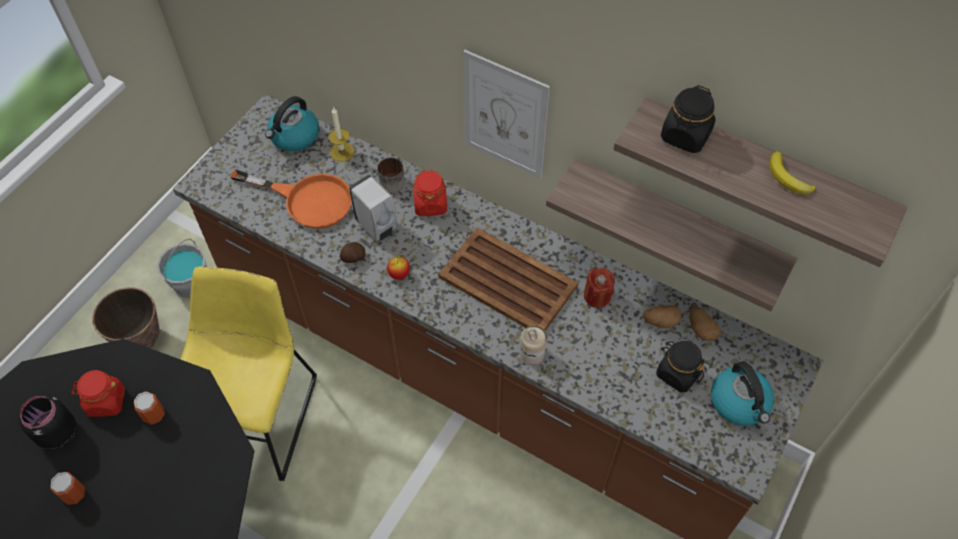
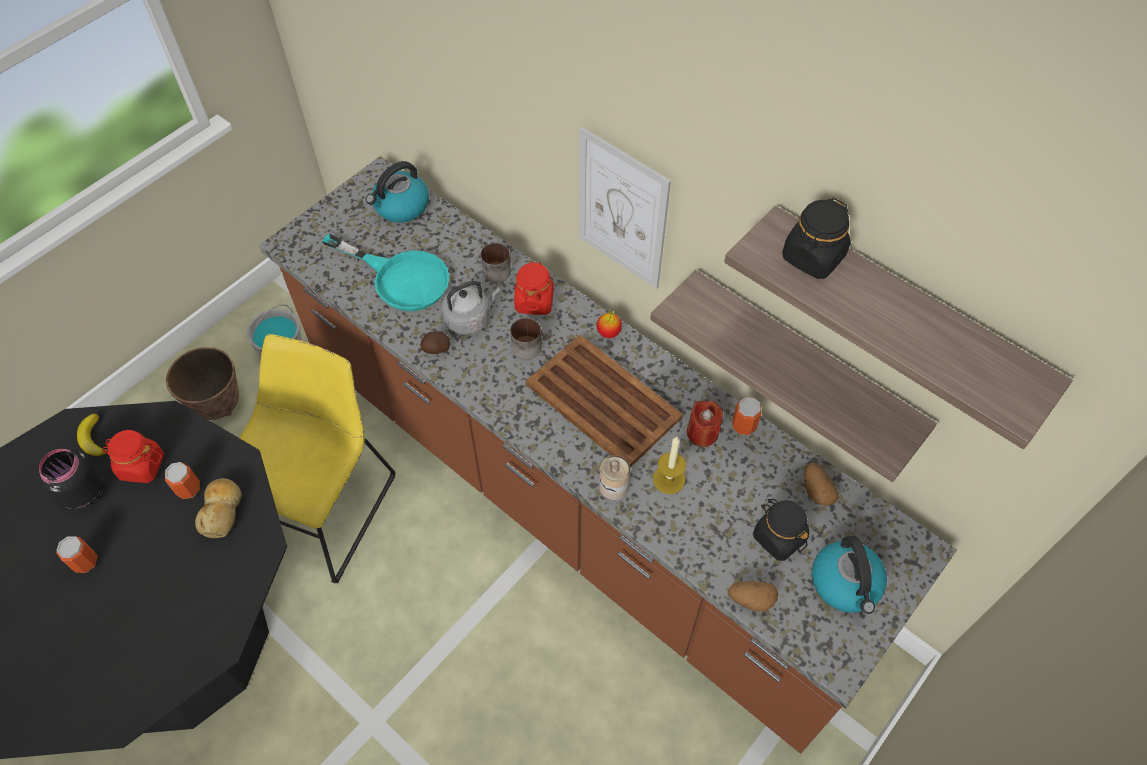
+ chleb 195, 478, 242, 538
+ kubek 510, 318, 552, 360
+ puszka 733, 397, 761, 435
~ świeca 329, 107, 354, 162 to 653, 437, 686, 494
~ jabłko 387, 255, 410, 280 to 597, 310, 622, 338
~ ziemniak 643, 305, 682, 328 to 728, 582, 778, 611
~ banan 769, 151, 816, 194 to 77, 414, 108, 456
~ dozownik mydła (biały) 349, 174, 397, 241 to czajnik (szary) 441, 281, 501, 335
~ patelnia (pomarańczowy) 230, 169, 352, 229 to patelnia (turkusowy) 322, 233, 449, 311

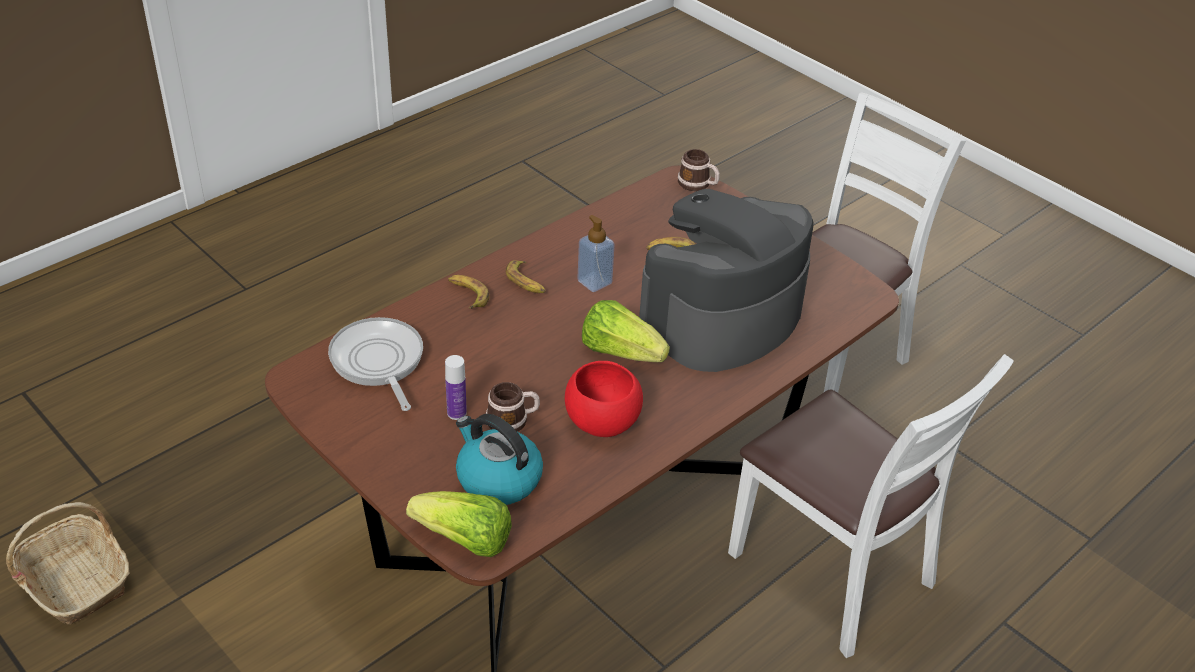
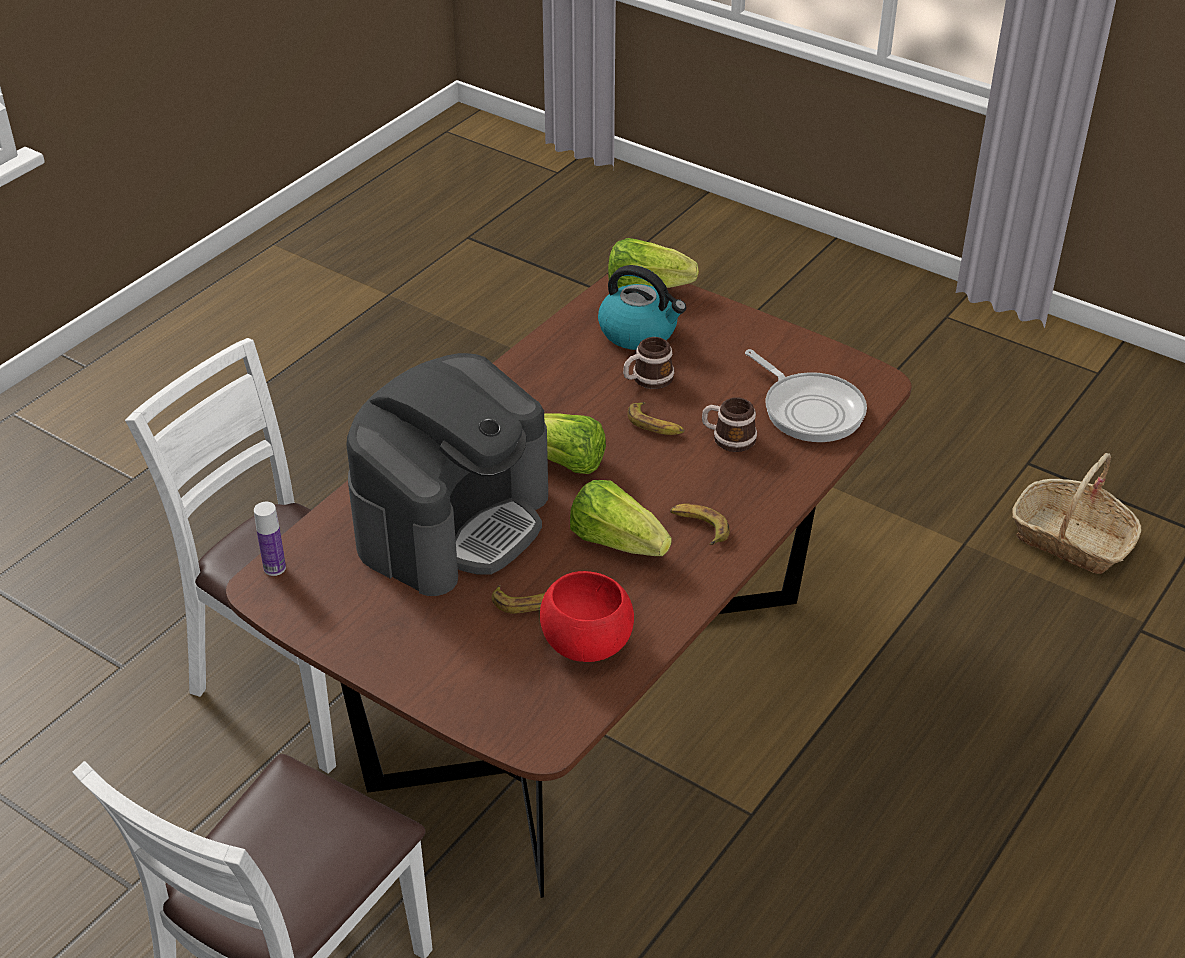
~ butelka 445, 355, 467, 420 to 254, 502, 286, 576
~ banan 448, 275, 490, 309 to 628, 402, 685, 435
~ miska (czerwony) 565, 361, 643, 437 to 540, 571, 634, 662
~ kubek 678, 149, 720, 191 to 702, 397, 757, 452
~ dozownik mydła 577, 215, 615, 292 to sałata 570, 480, 671, 556

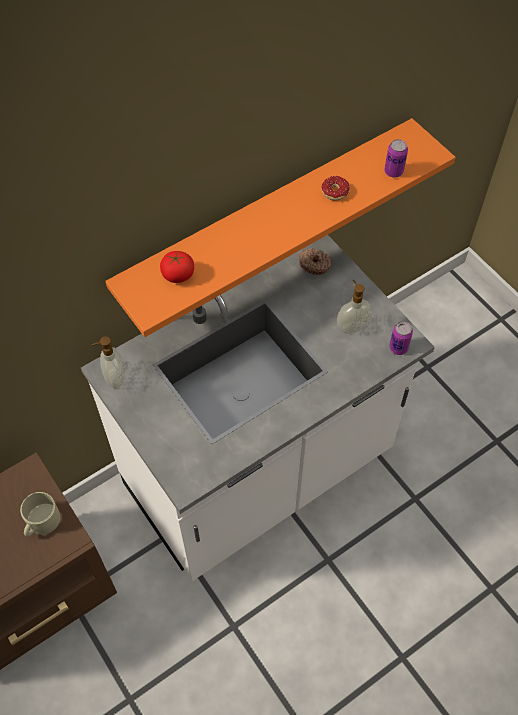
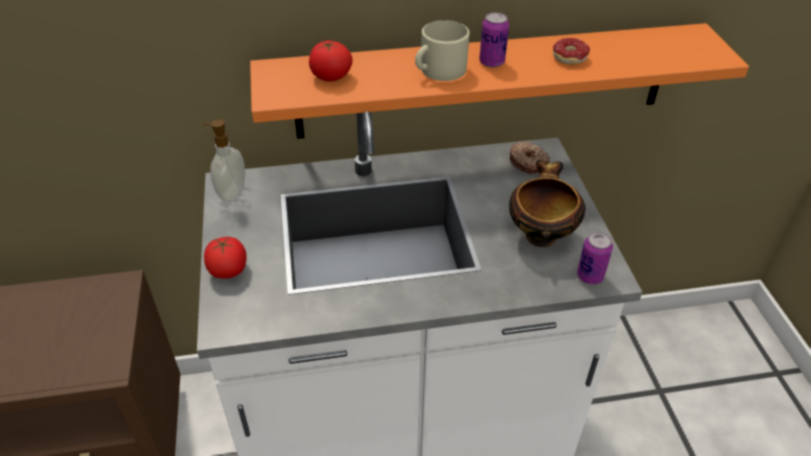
+ pomidor 204, 236, 246, 279
~ kubek (beżowy) 20, 492, 60, 537 to 415, 20, 469, 81
~ puszka 384, 139, 408, 178 to 479, 12, 509, 68
~ dozownik mydła 337, 280, 372, 334 to miska 509, 160, 586, 247

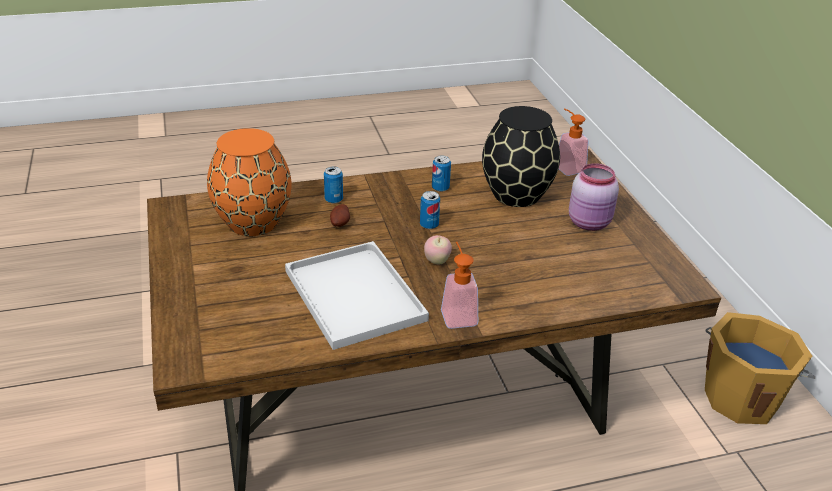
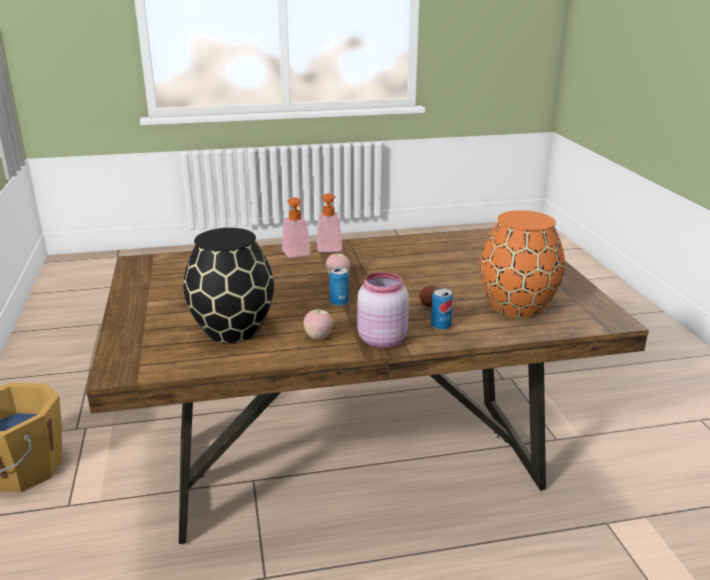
- taca (biały) 285, 241, 429, 350
~ dozownik mydła 559, 108, 588, 176 to 282, 198, 311, 258
~ słoik (różowy) 569, 163, 619, 231 to 357, 272, 409, 348
~ puszka 432, 156, 451, 192 to jabłko 303, 309, 332, 339

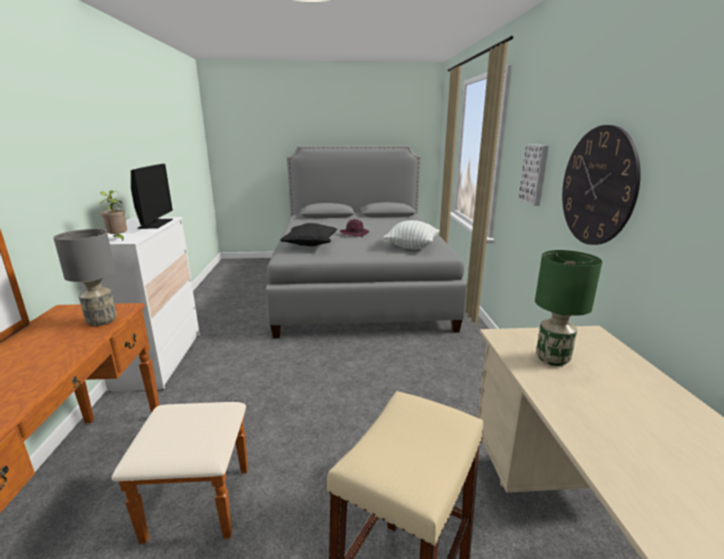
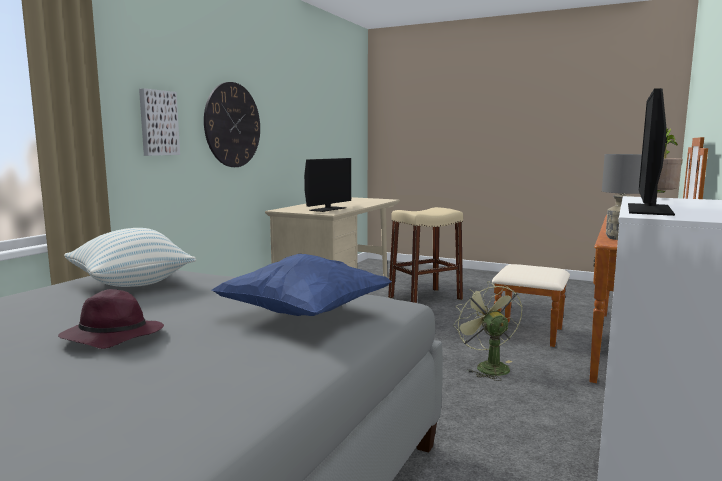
+ wentylator (zielony) 453, 281, 523, 381
~ lampa stołowa (zielony) 535, 250, 602, 366 to monitor 304, 158, 351, 212
~ poduszka (czarny) 280, 223, 338, 246 to poduszka (niebieski) 211, 254, 392, 316

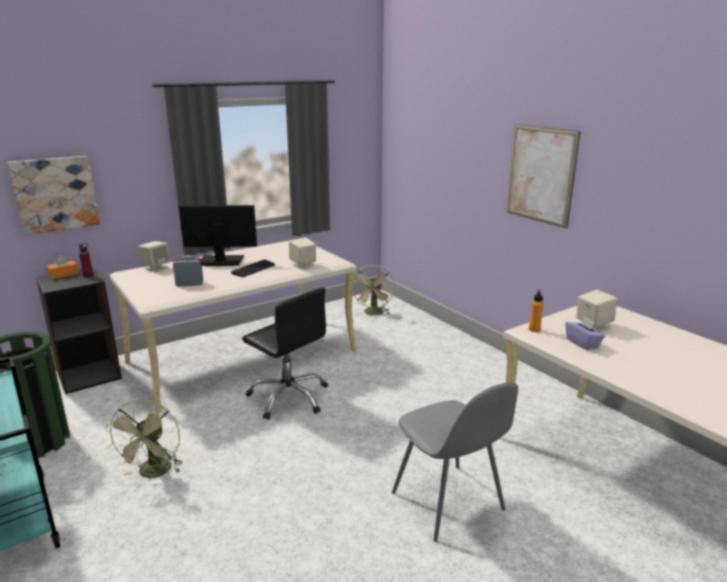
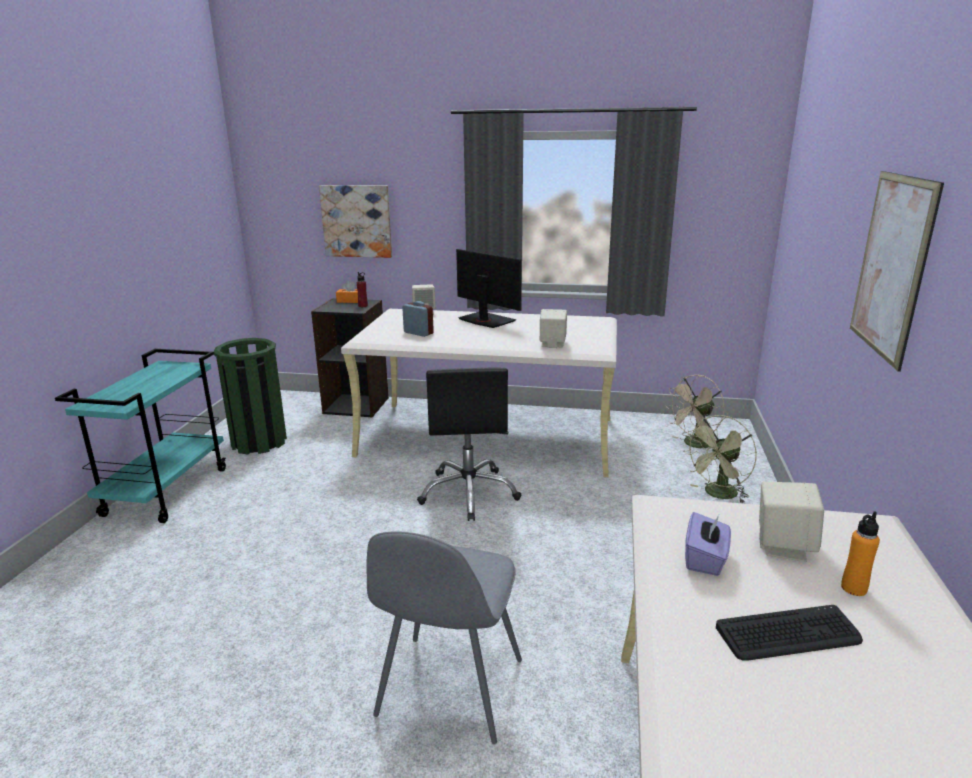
~ wentylator (zielony) 105, 400, 183, 478 to 684, 415, 757, 504
~ klawiatura 231, 259, 275, 277 to 716, 605, 863, 661
~ butelka (pomarańczowy) 529, 290, 544, 332 to 841, 511, 880, 596

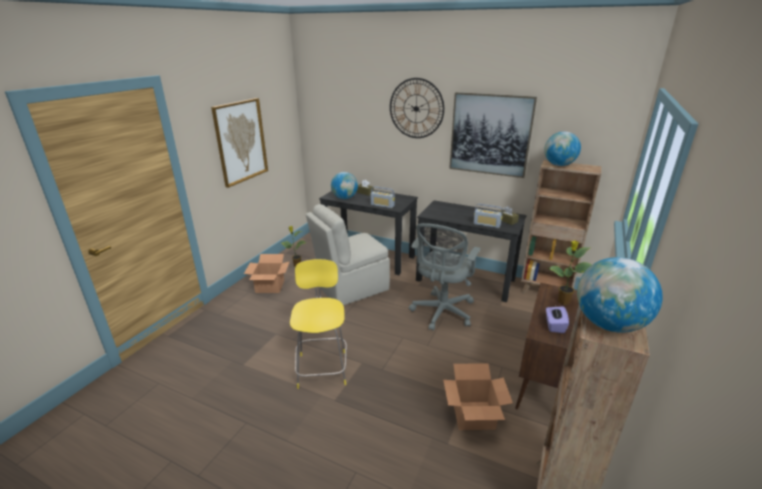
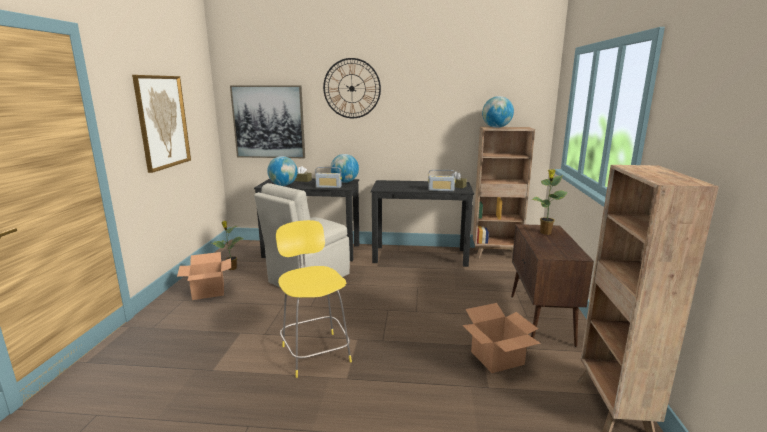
- krzesło biurowe (szary) 409, 223, 481, 331
- pudełko chusteczek (fioletowy) 546, 305, 569, 333
~ obraz 449, 92, 537, 178 to 230, 85, 305, 158
~ globus 577, 257, 663, 333 to 330, 154, 359, 183

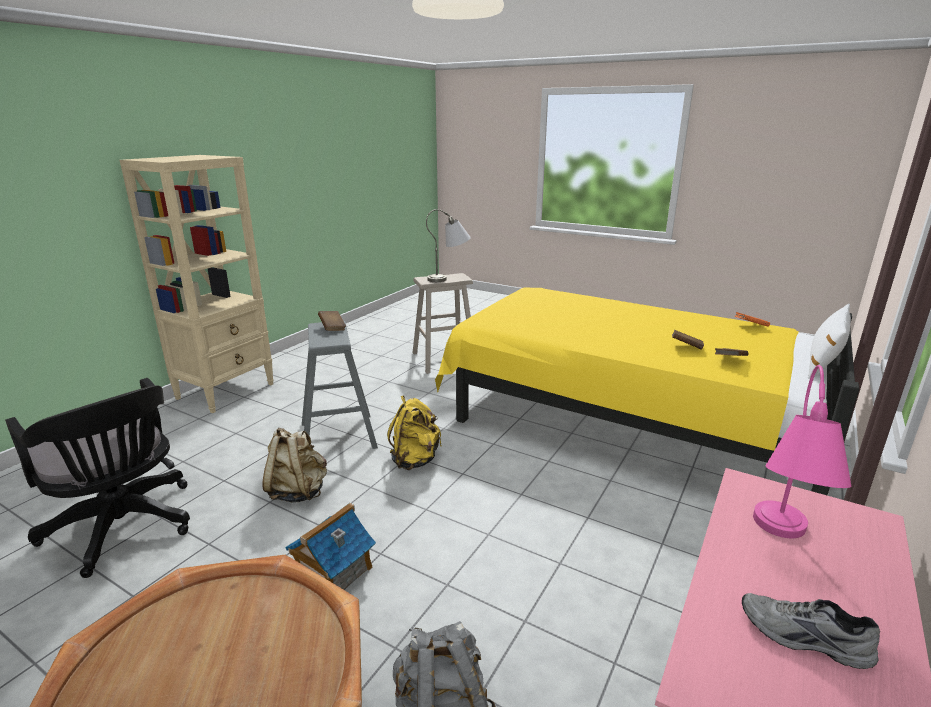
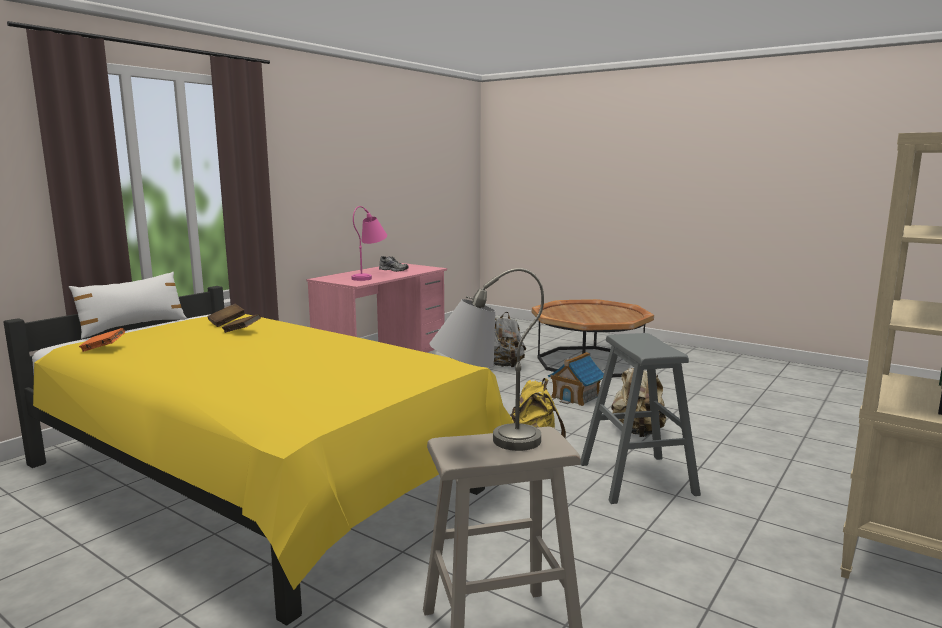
- krzesło biurowe (czarny) 5, 378, 190, 578
- książka (brązowy) 318, 311, 346, 331

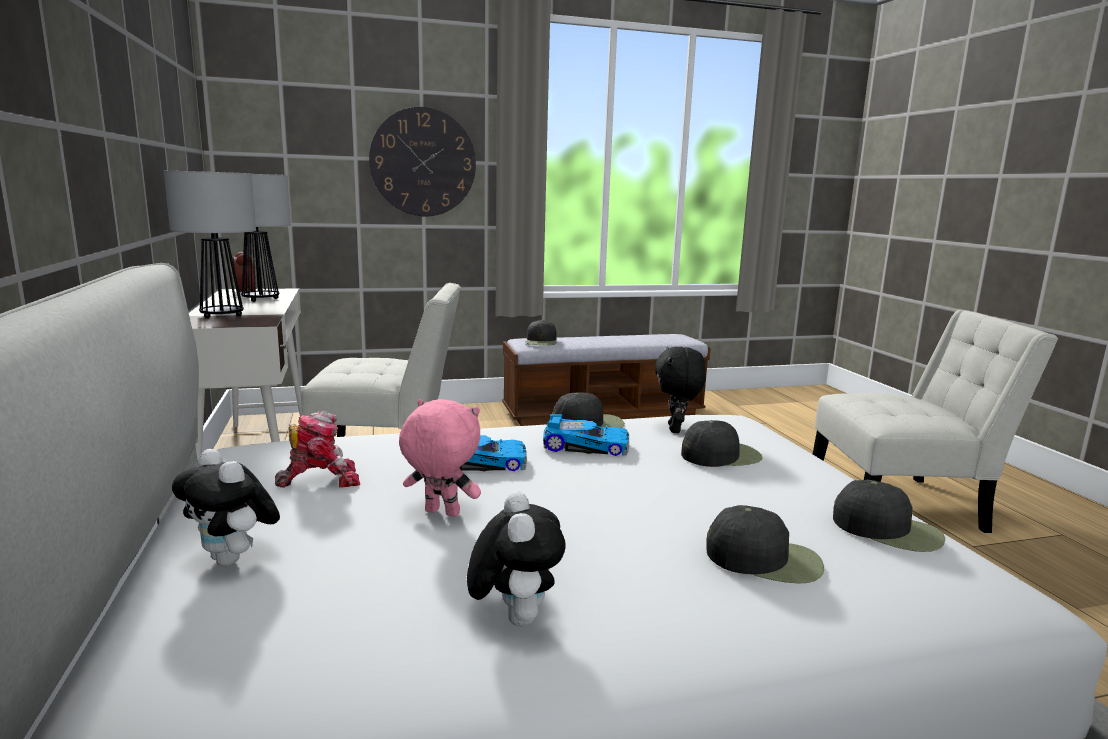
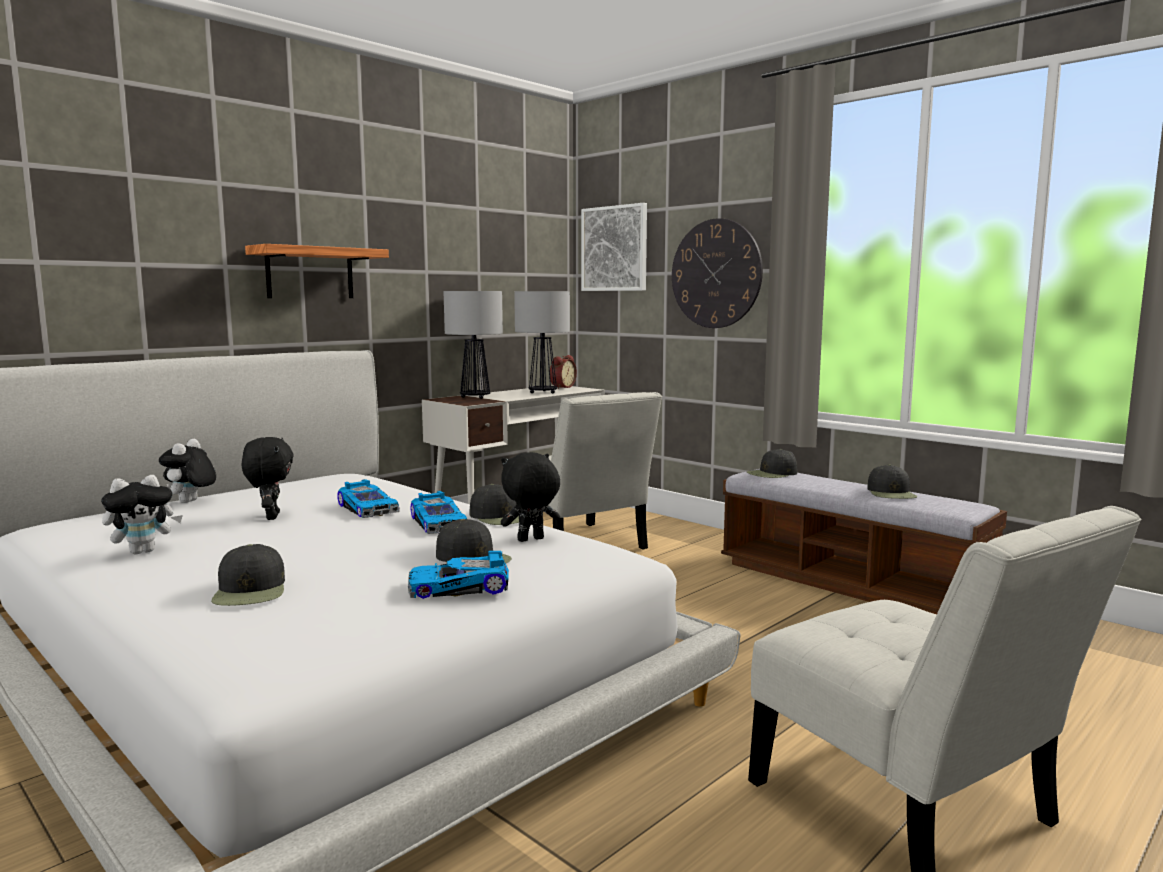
- robot zabawkowy 275, 411, 360, 488
+ półka 245, 244, 389, 298
+ samochodzik 408, 551, 509, 599
+ obraz 581, 203, 647, 291
~ czapka z daszkiem (czarny) 833, 480, 945, 552 to 867, 465, 917, 499
~ pluszak (różowy) 399, 399, 481, 517 to pluszak (czarny) 242, 437, 294, 520

